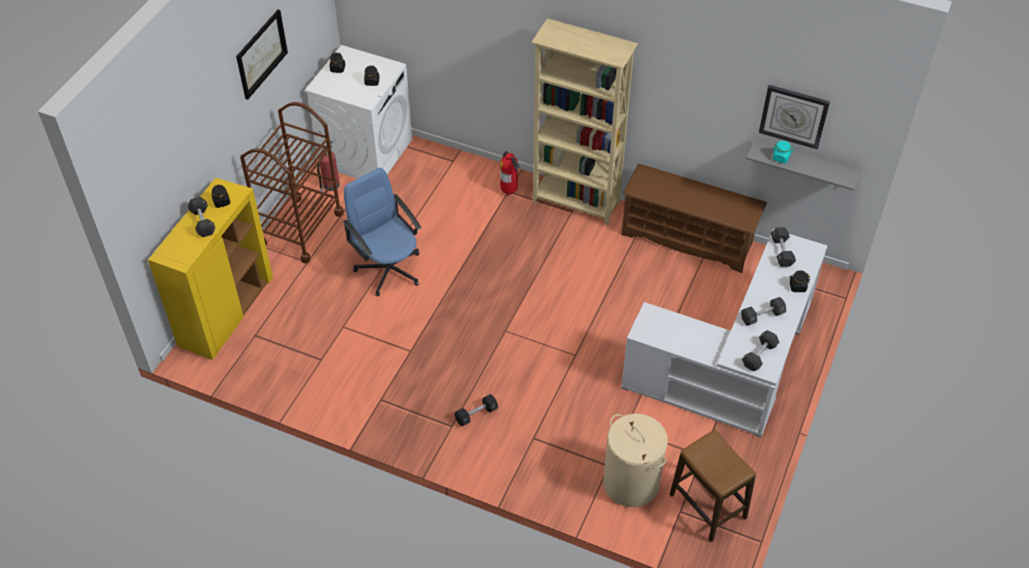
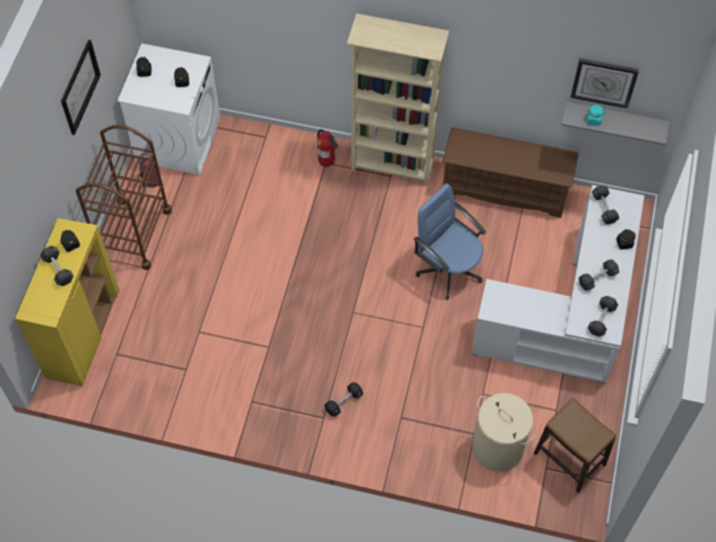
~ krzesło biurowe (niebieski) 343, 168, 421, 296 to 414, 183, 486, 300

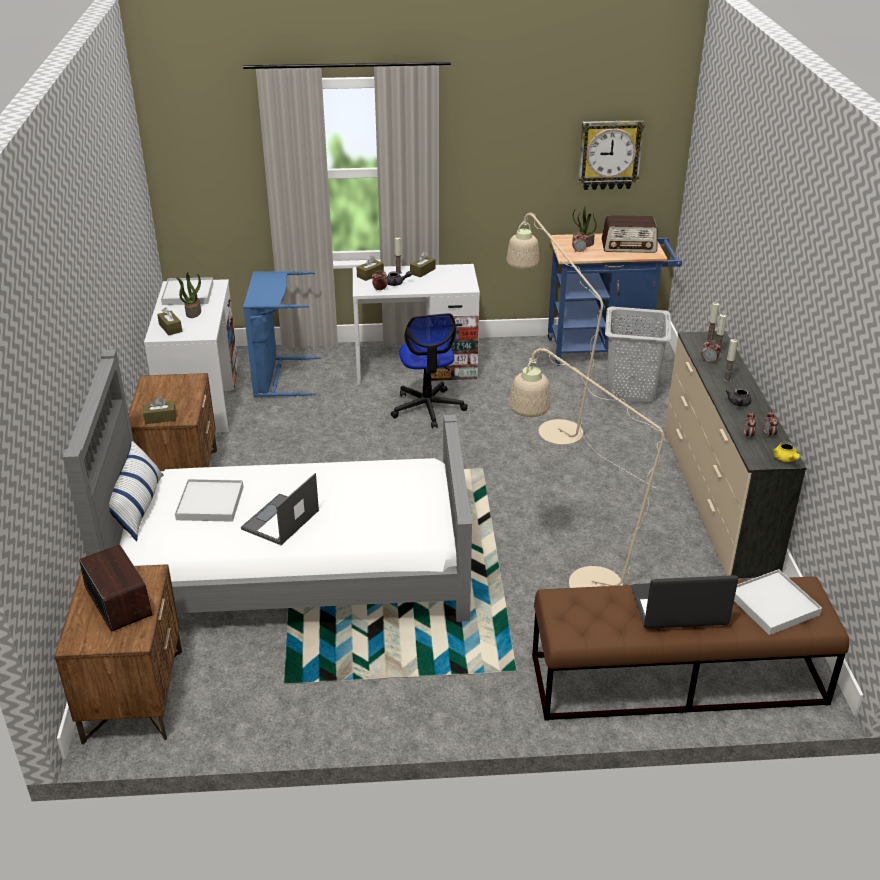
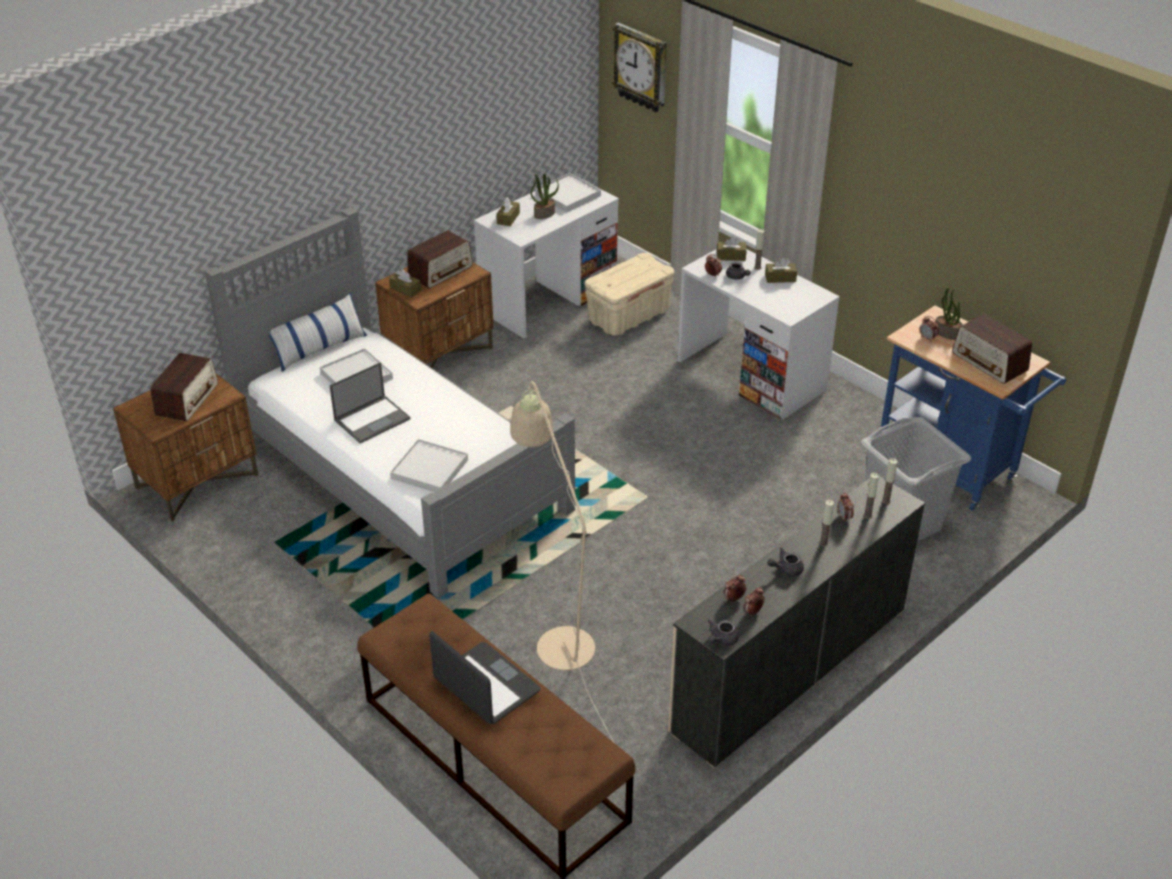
- krzesło biurowe 391, 313, 468, 428
- lampa stojąca (beżowy) 507, 212, 655, 488
+ radio 407, 230, 473, 288
~ zegar ścienny 578, 120, 645, 190 to 612, 23, 667, 112
~ taca (biały) 734, 569, 822, 635 to 390, 439, 468, 492
~ kosz na pranie (niebieski) 243, 271, 321, 396 to pojemnik do przechowywania (beżowy) 585, 253, 674, 336
~ imbryk (żółty) 773, 442, 800, 462 to imbryk (szary) 708, 619, 739, 646
~ laptop 241, 473, 319, 545 = 329, 362, 411, 443 150 degrees clockwise

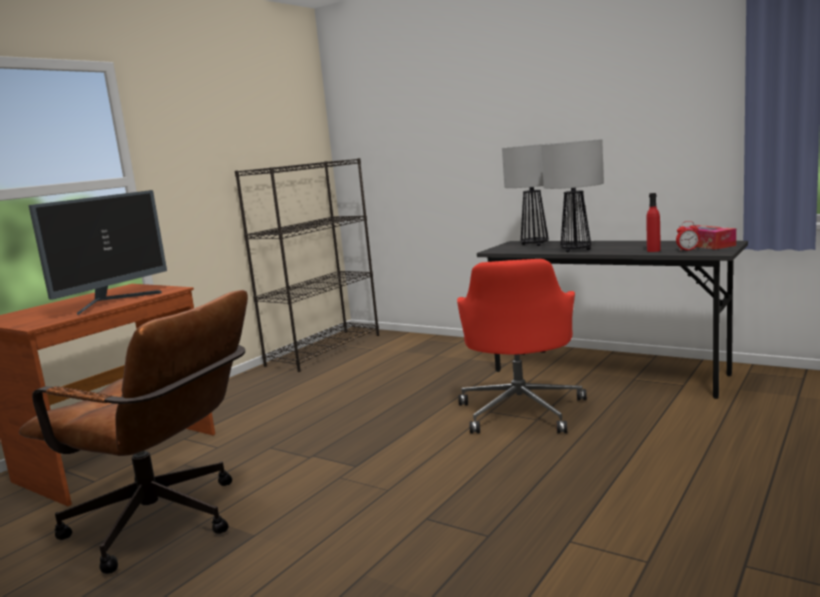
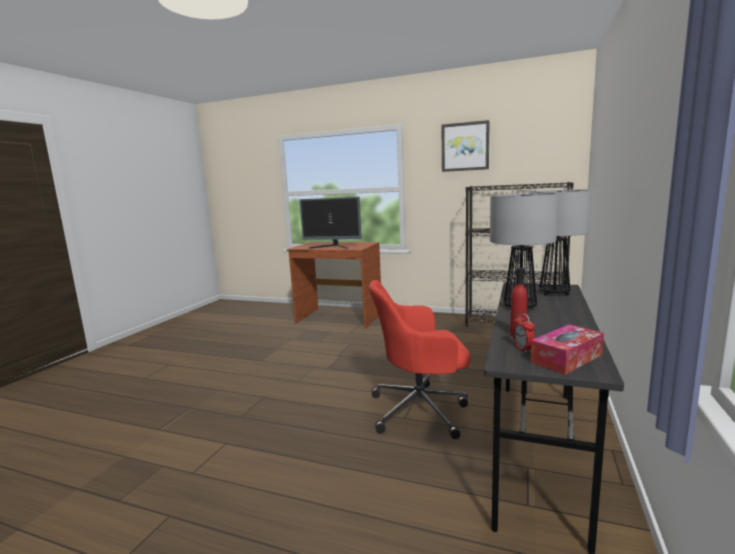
- krzesło biurowe (brązowy) 19, 290, 248, 574
+ obraz 441, 120, 490, 172

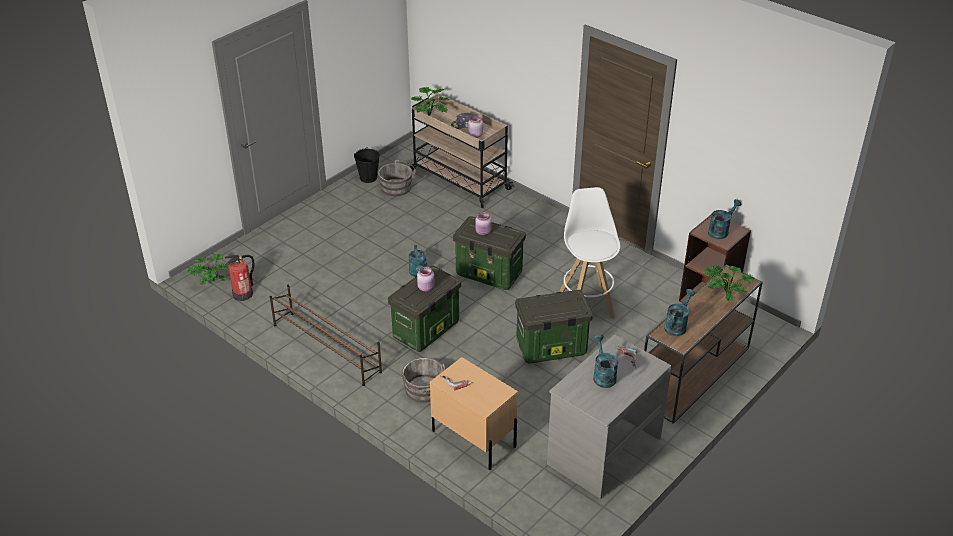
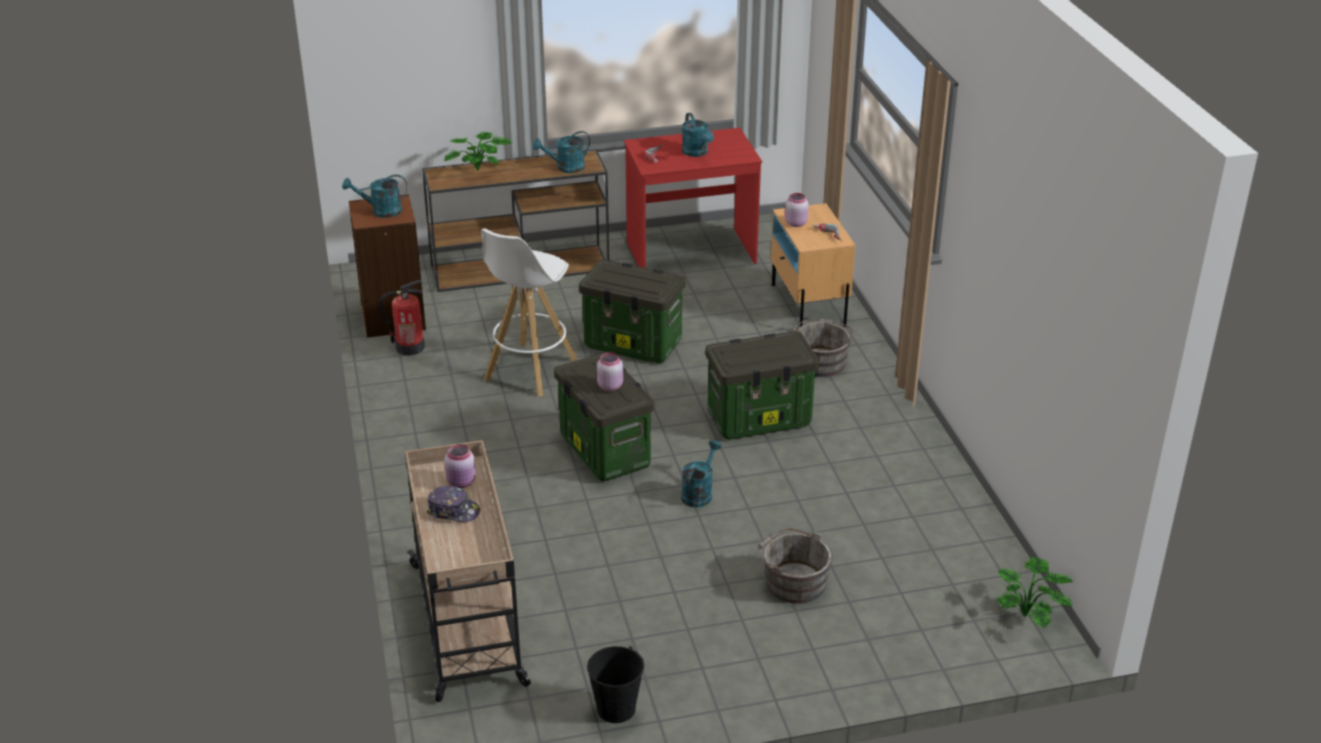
- regał na buty (brązowy) 270, 285, 382, 386
- roślina doniczkowa 411, 87, 450, 116
~ gaśnica 224, 255, 254, 301 to 379, 280, 425, 356
~ wiadro (szary) 378, 160, 416, 196 to 755, 529, 833, 604
~ słoik (różowy) 417, 267, 435, 292 to 785, 193, 809, 227
~ biurko (szary) 547, 334, 672, 499 to biurko (czerwony) 624, 128, 762, 268
~ konewka (turkusowy) 593, 335, 618, 388 = 682, 113, 714, 157 45 degrees counterclockwise

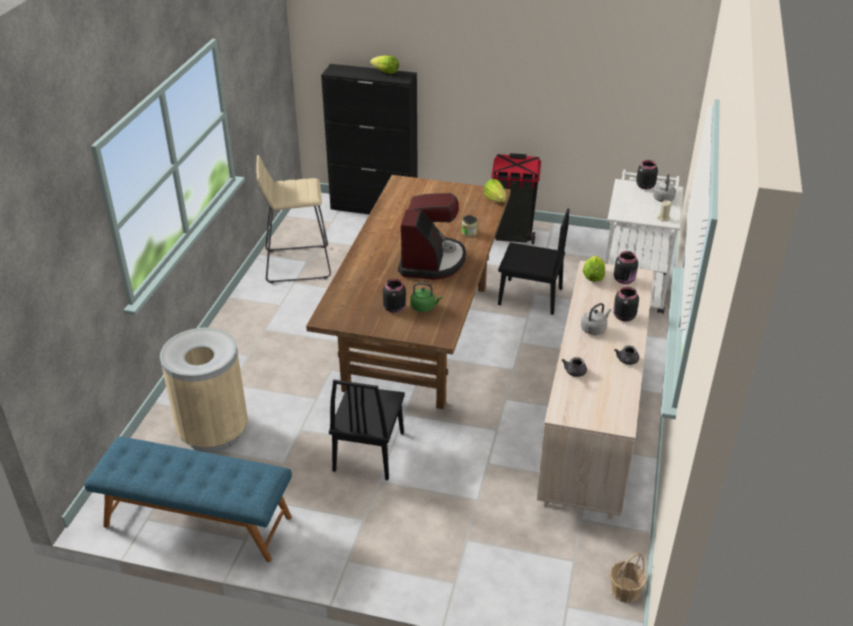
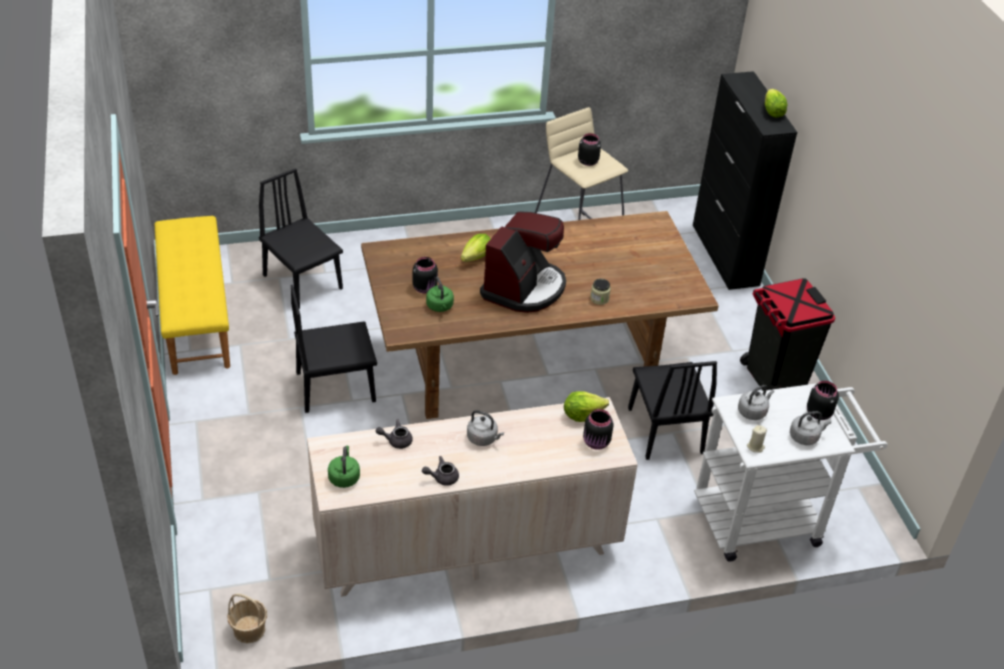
+ czajnik (zielony) 328, 446, 360, 488
+ czajnik (szary) 738, 385, 774, 420
~ sałata 484, 179, 506, 202 to 461, 234, 491, 262
~ słoik (czarny) 613, 287, 639, 322 to 578, 133, 601, 166
~ kosz na śmieci (beżowy) 160, 328, 248, 452 to krzesło (czarny) 259, 168, 343, 309
~ ławka (niebieski) 84, 436, 292, 562 to ławka (żółty) 155, 216, 230, 375
~ ekspres do kawy 398, 193, 466, 280 = 480, 211, 566, 313 45 degrees counterclockwise

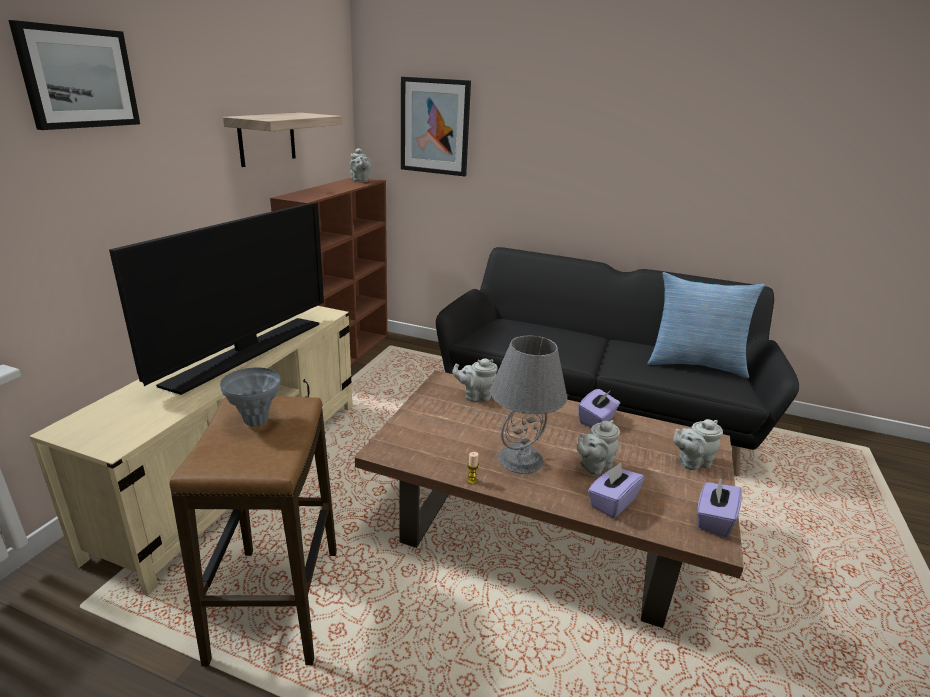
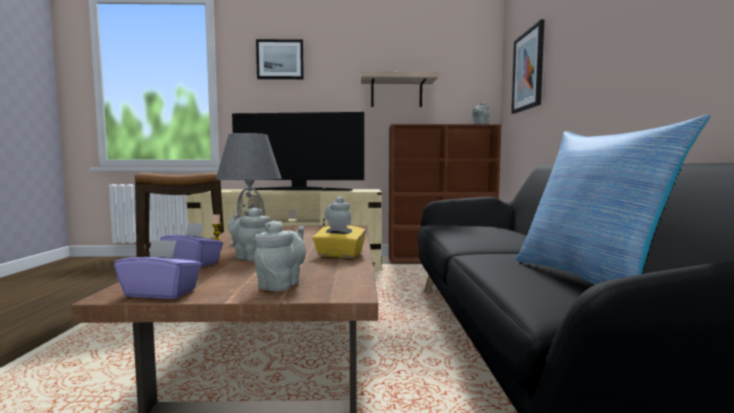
- wazon (szary) 220, 368, 281, 427
~ pudełko chusteczek (fioletowy) 578, 389, 620, 427 to pudełko chusteczek (żółty) 312, 219, 366, 258
~ imbryk (szary) 673, 419, 723, 470 = 254, 220, 306, 291 60 degrees clockwise

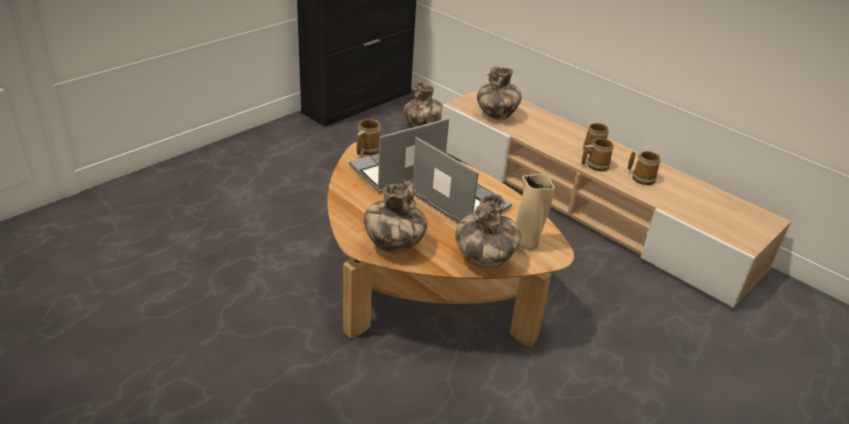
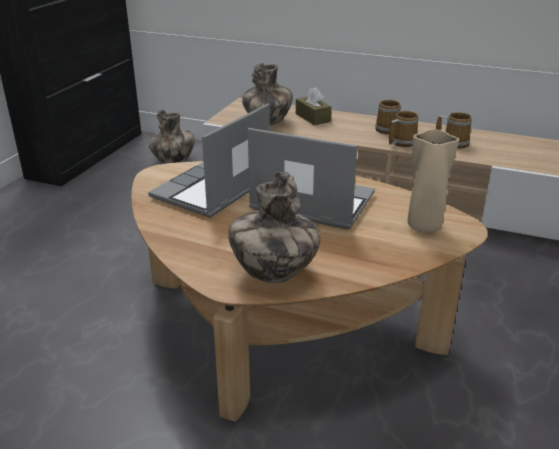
- kubek 356, 119, 381, 155
- wazon 455, 194, 521, 268
+ pudełko chusteczek (brązowy) 296, 87, 331, 125

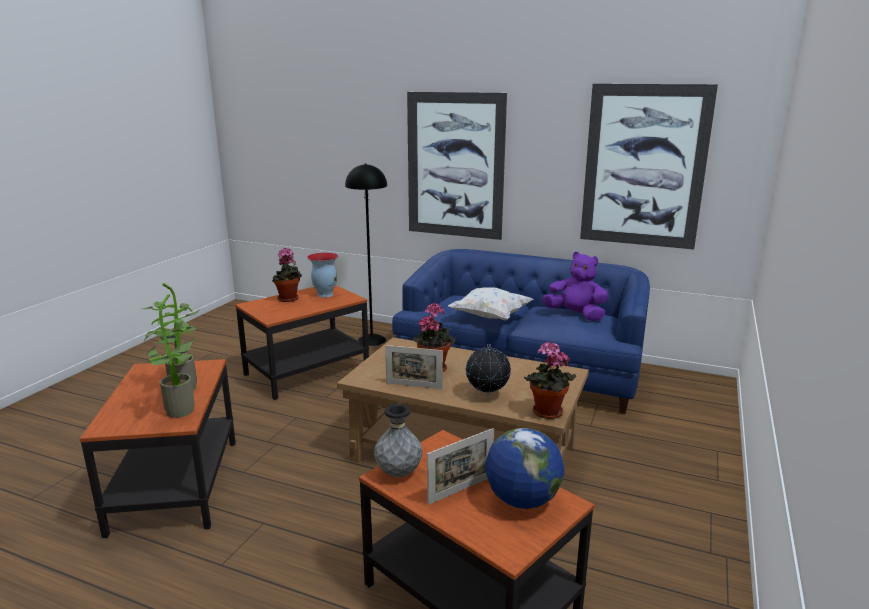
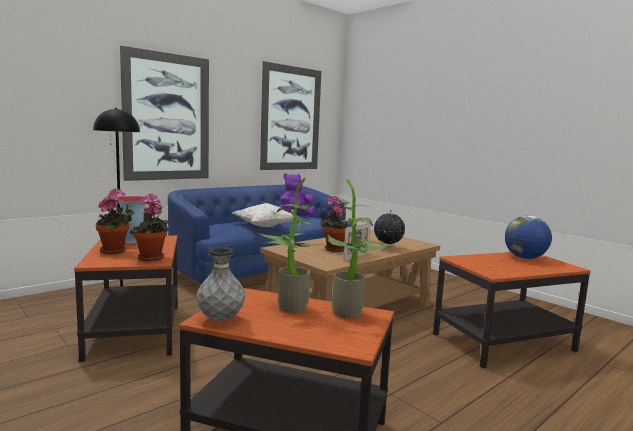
- ramka na zdjęcie 427, 428, 494, 505
~ wazon (szary) 374, 404, 422, 477 to 196, 247, 245, 321
~ roślina doniczkowa 524, 342, 576, 419 to 130, 193, 169, 261

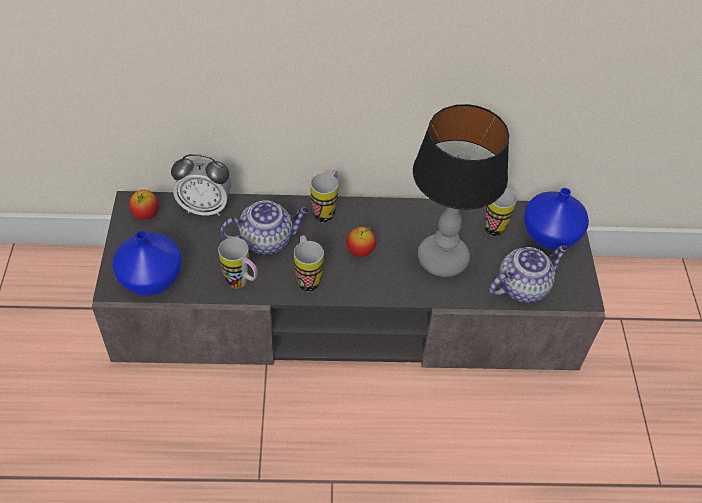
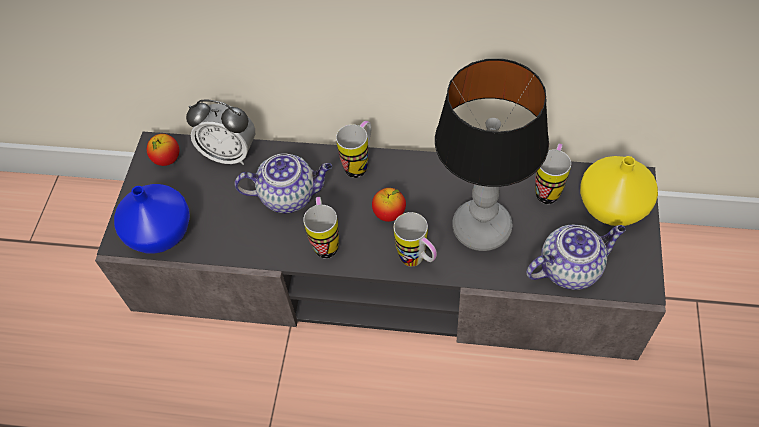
~ kubek 218, 237, 258, 288 to 394, 212, 437, 267
~ wazon (niebieski) 523, 188, 589, 250 to wazon (żółty) 580, 156, 658, 226

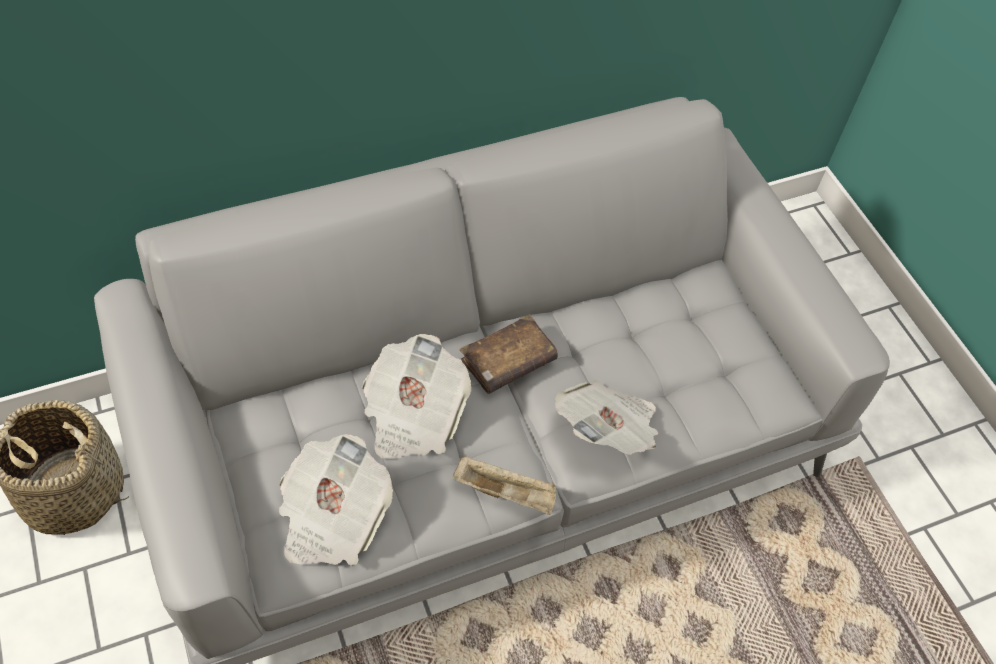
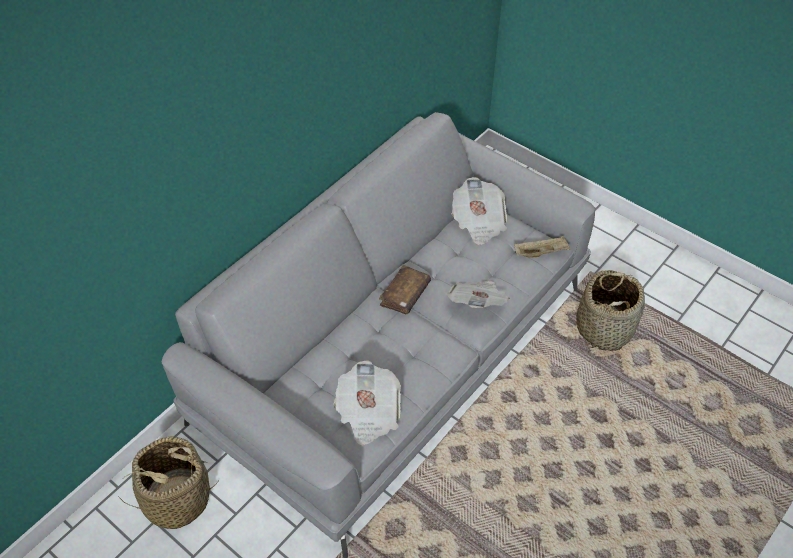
+ koszyk 576, 270, 645, 351
~ gazeta 362, 334, 471, 459 to 452, 177, 507, 245
~ taca (beżowy) 452, 456, 556, 515 to 514, 236, 571, 257

